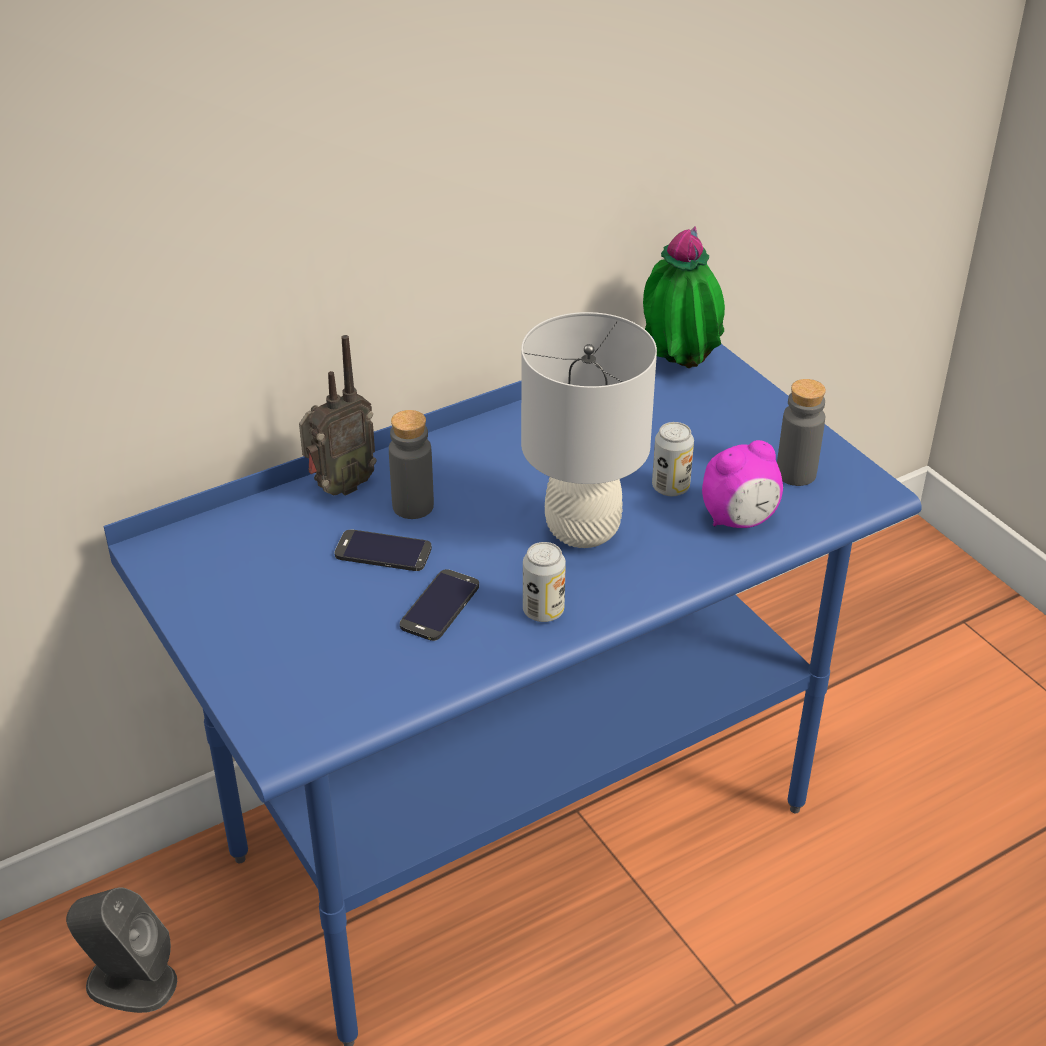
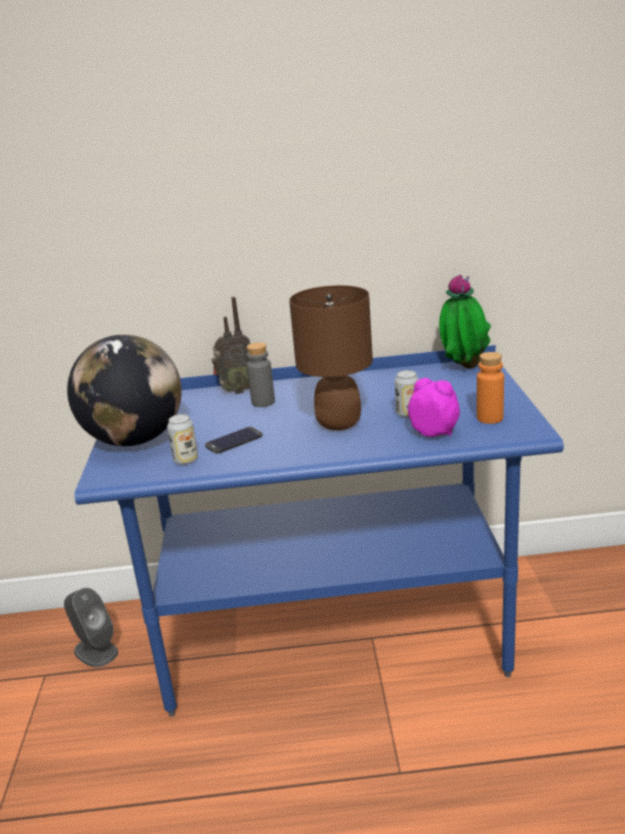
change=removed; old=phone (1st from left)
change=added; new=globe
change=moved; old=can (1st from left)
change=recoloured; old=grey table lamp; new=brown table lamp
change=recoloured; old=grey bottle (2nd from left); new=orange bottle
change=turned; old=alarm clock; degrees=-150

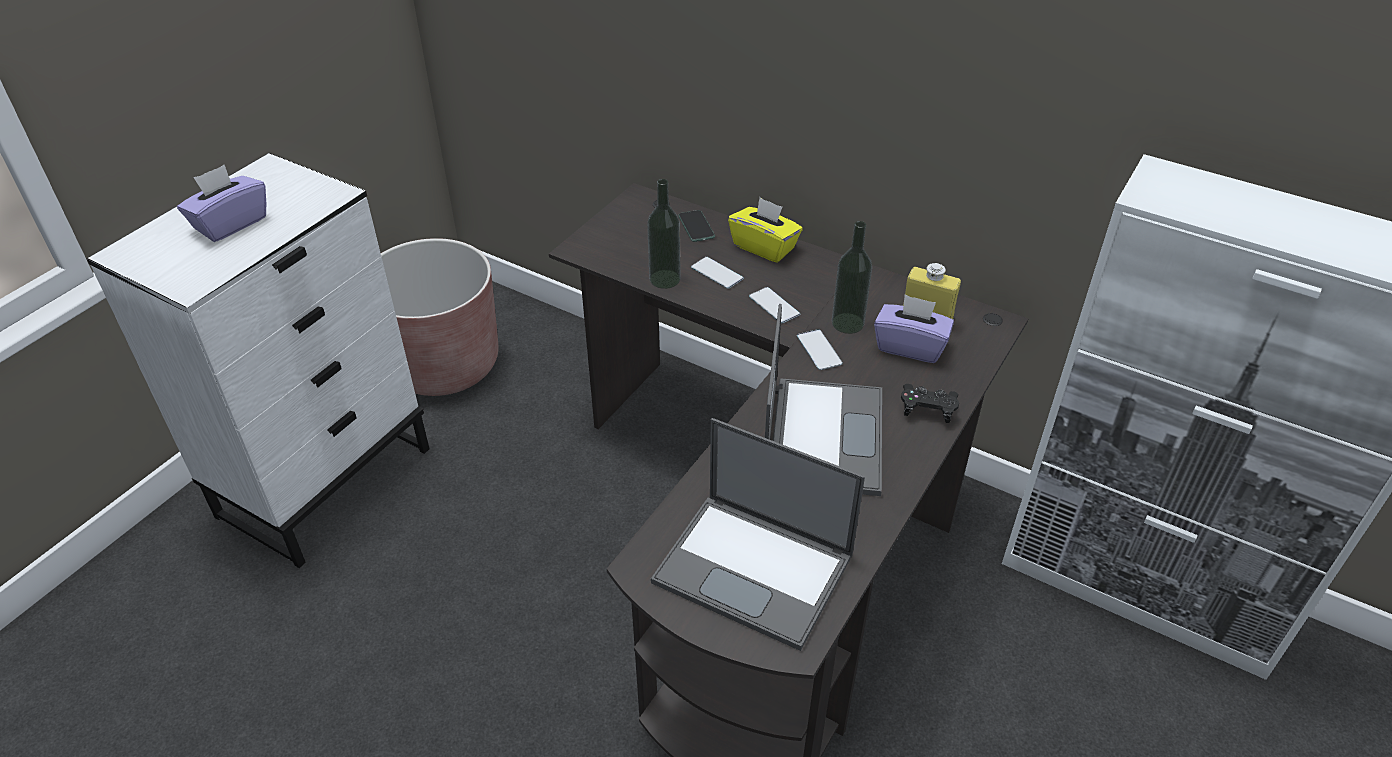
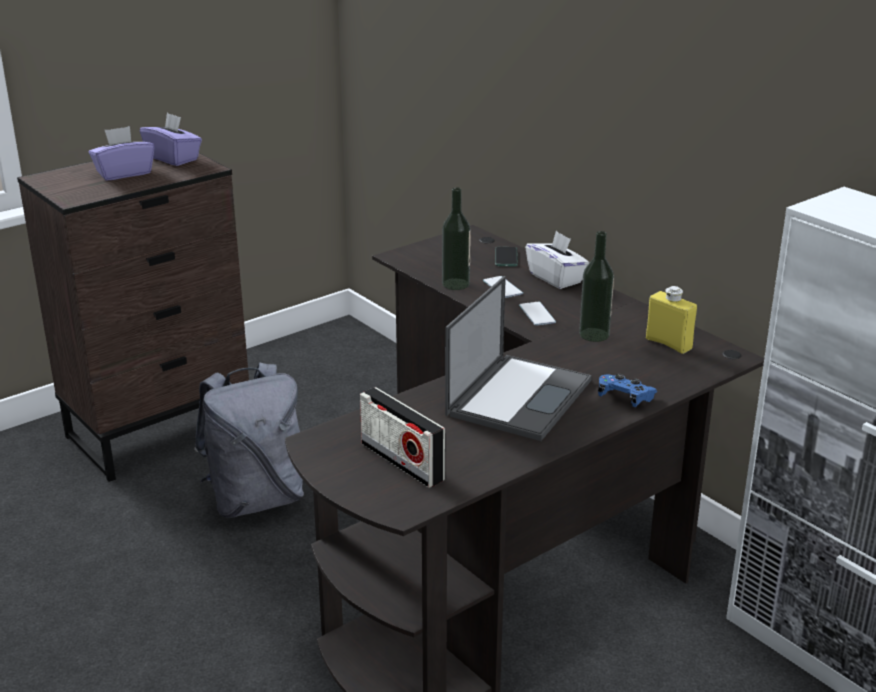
change=removed; old=brown planter
change=removed; old=phone (4th from left)
change=added; new=grey backpack
change=moved; old=purple tissue box (2nd from left)
change=replaced; old=laptop (1st from left); new=radio
change=recoloured; old=white dresser; new=brown dresser
change=recoloured; old=yellow tissue box; new=white tissue box
change=recoloured; old=black game controller; new=blue game controller

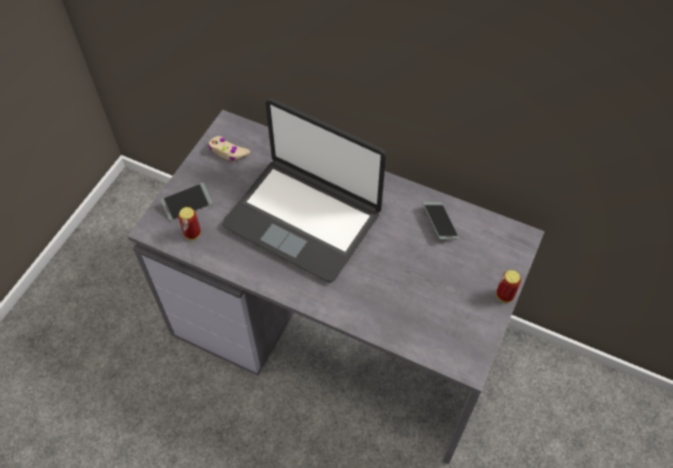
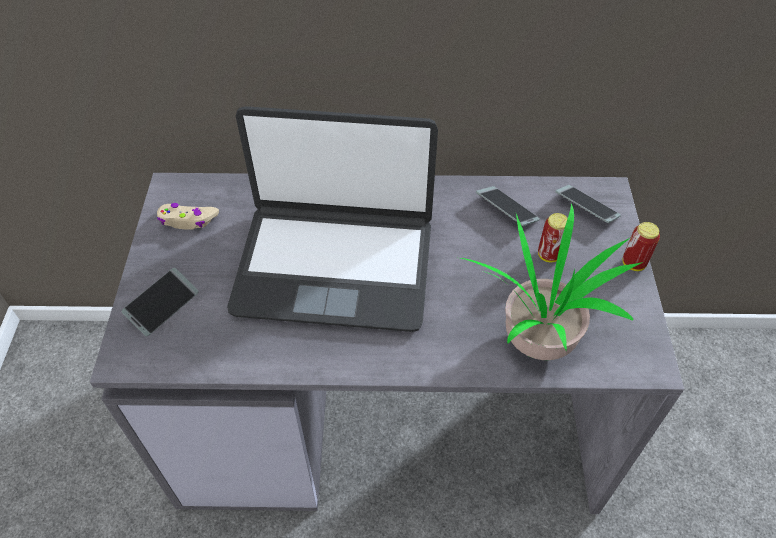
change=added; new=potted plant
change=added; new=phone (3rd from left)
change=moved; old=can (1st from left)

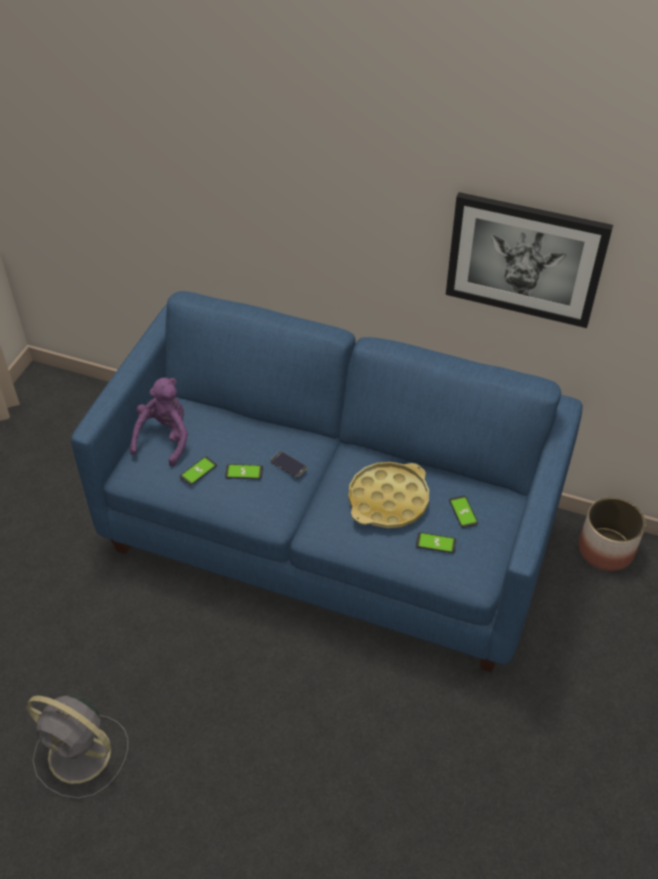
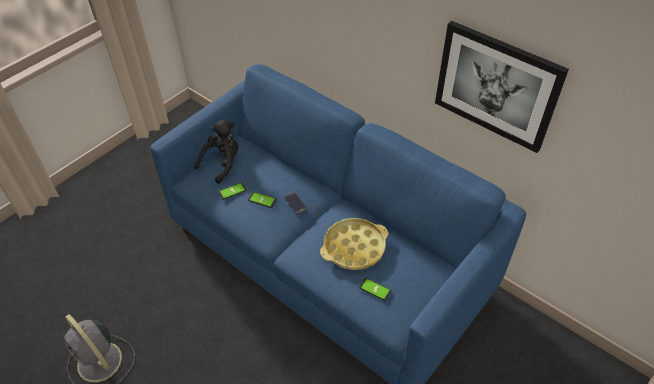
change=removed; old=phone (5th from left)
change=removed; old=planter
change=recoloured; old=purple plush toy; new=black plush toy

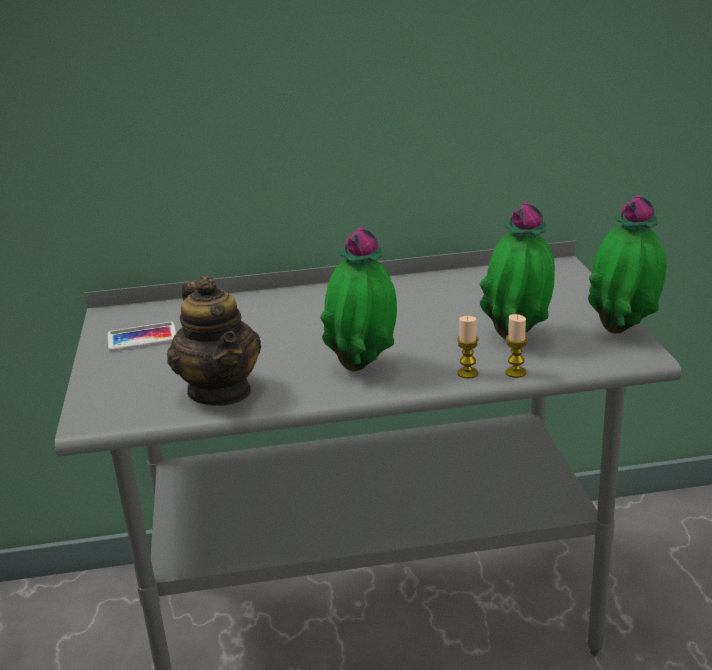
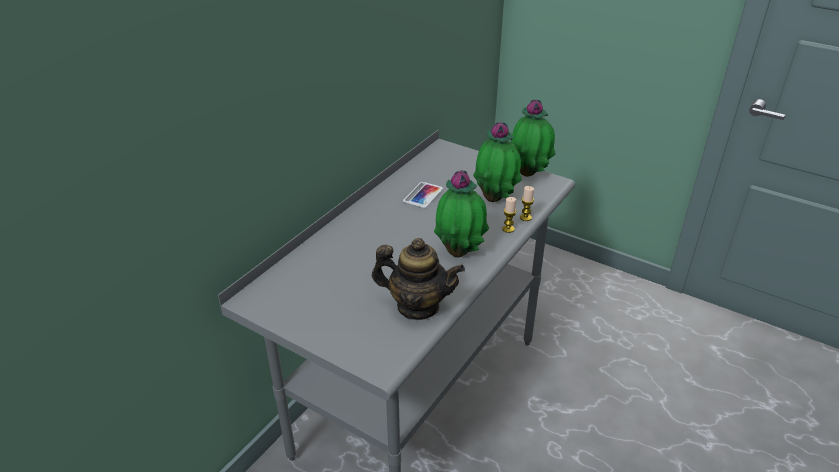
change=moved; old=phone

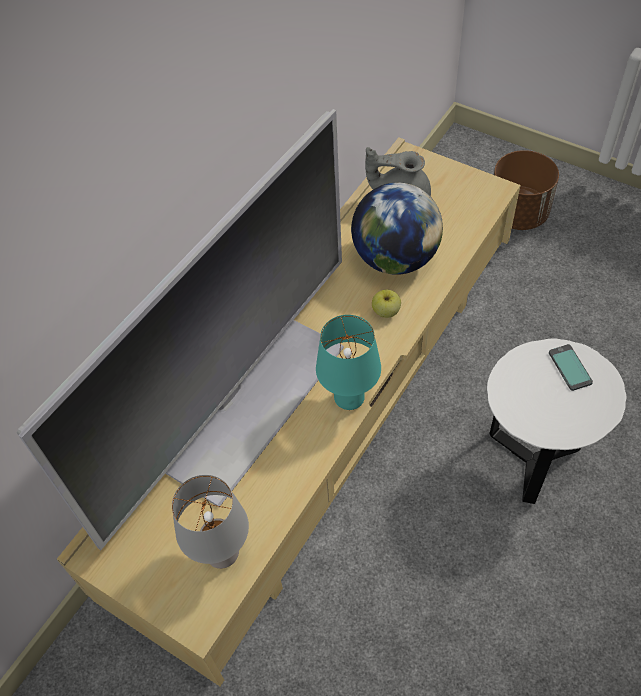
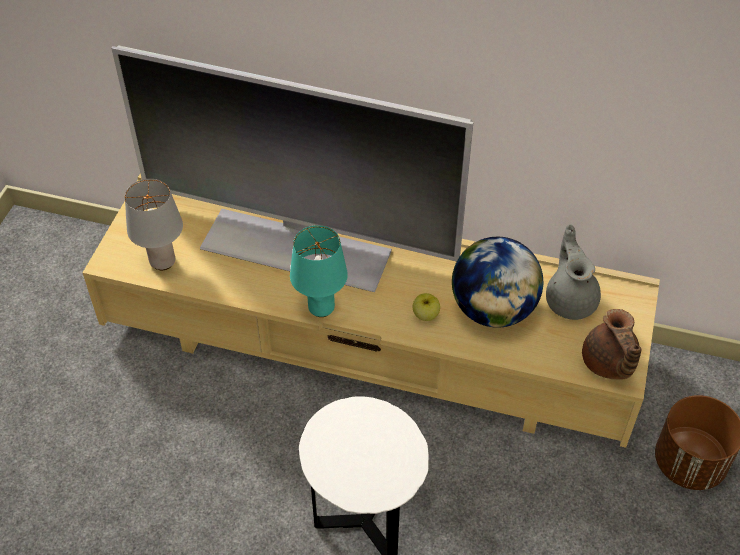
change=removed; old=phone
change=added; new=brown teapot

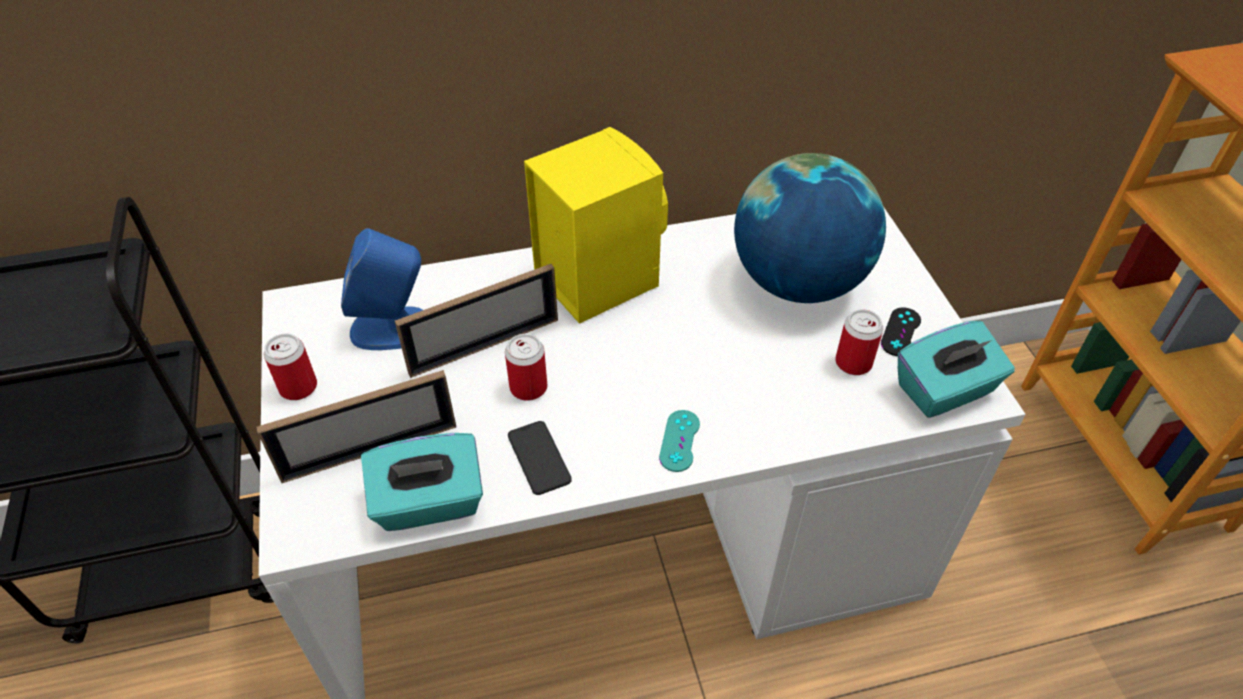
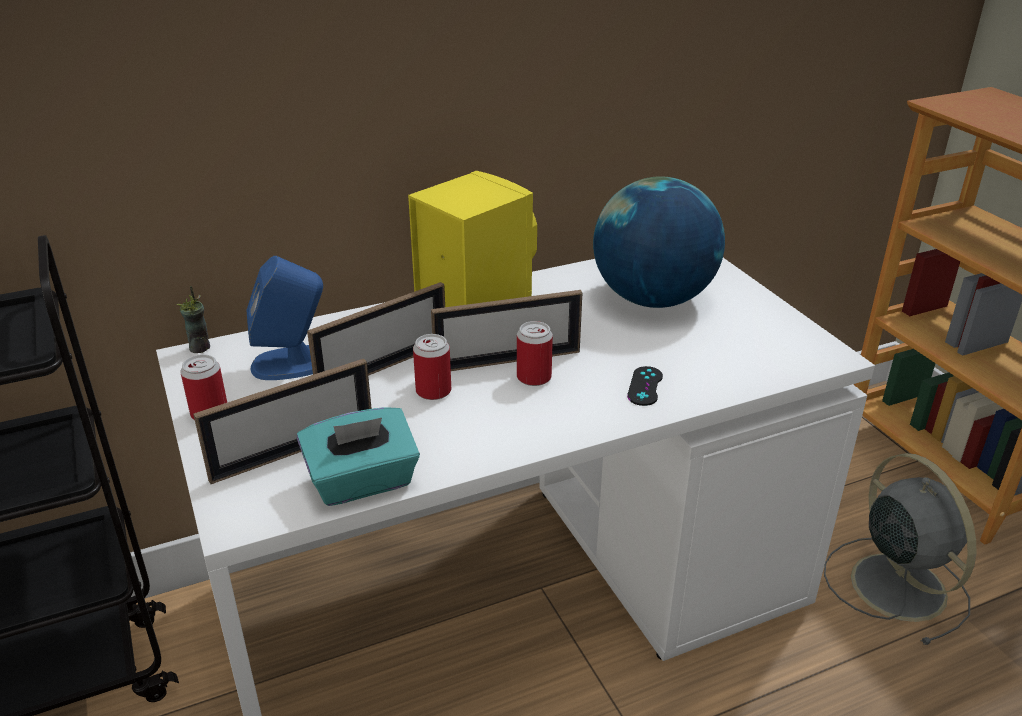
change=removed; old=phone
change=removed; old=turquoise game controller
change=removed; old=turquoise tissue box (2nd from left)
change=added; new=cup
change=added; new=picture frame (3rd from left)
change=added; new=grey fan
change=moved; old=can (3rd from left)
change=moved; old=black game controller

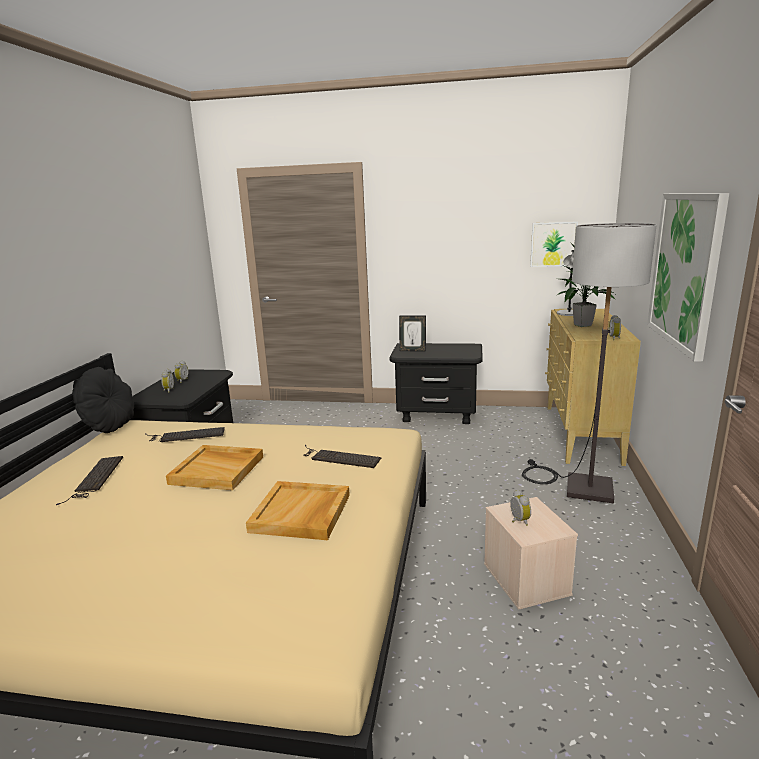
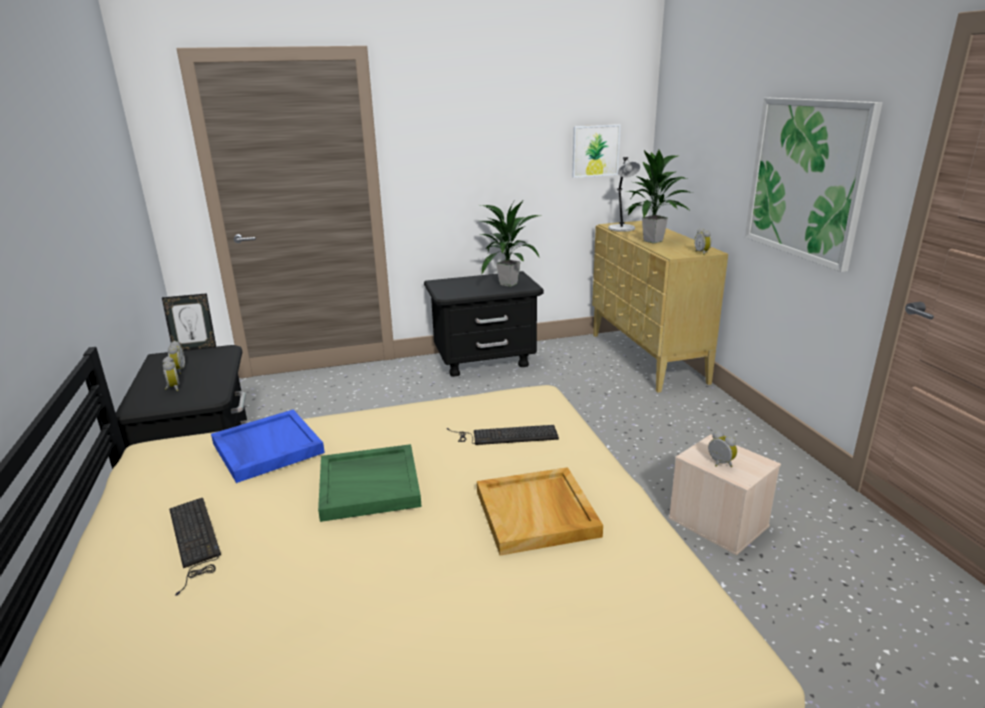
change=removed; old=black pillow
change=removed; old=floor lamp
change=added; new=potted plant (1st from left)
change=moved; old=picture frame
change=replaced; old=keyboard (2nd from left); new=blue tray
change=recoloured; old=beige tray (1st from left); new=green tray

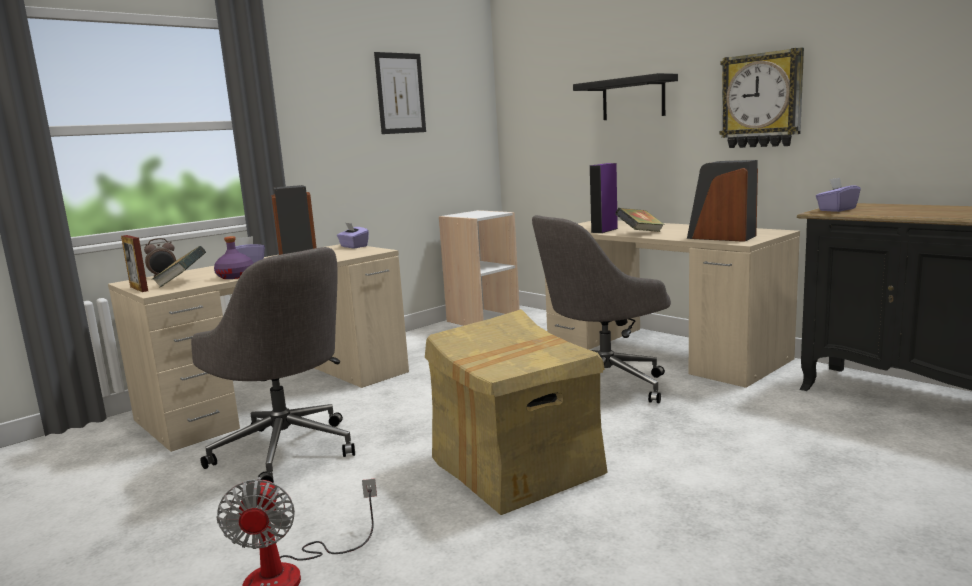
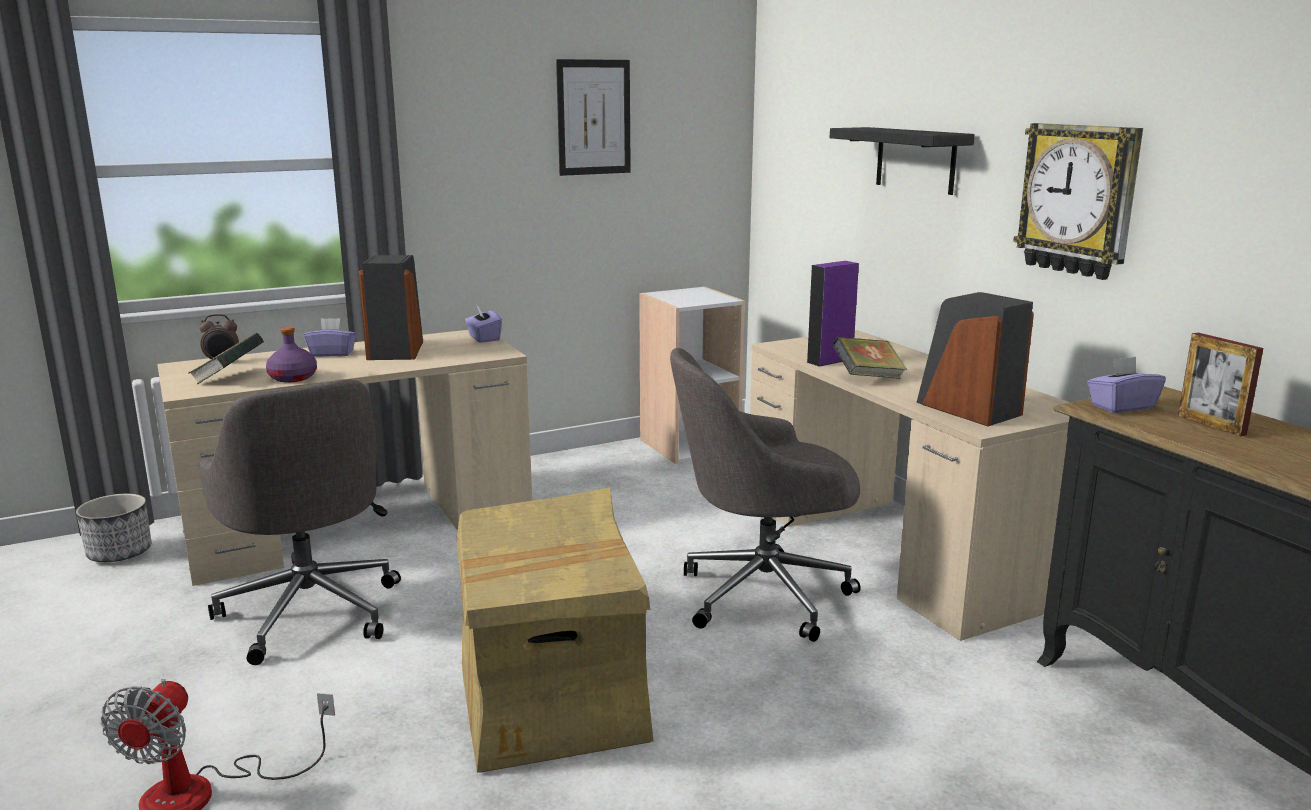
change=added; new=planter
change=moved; old=picture frame

